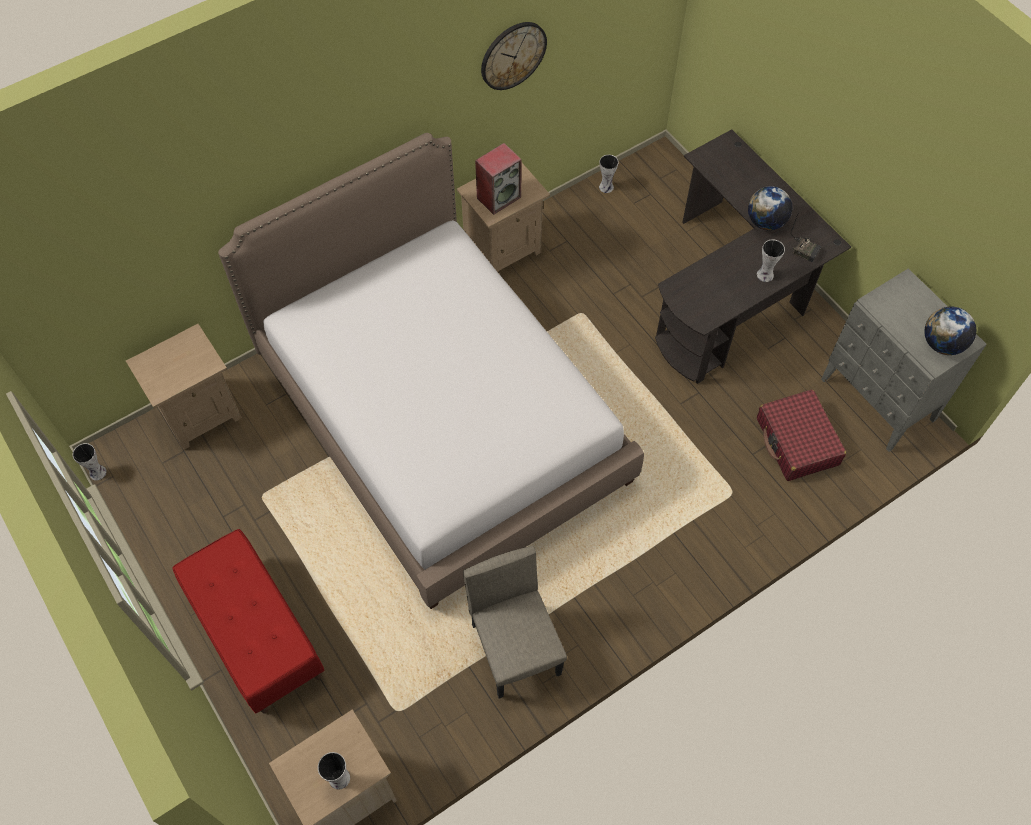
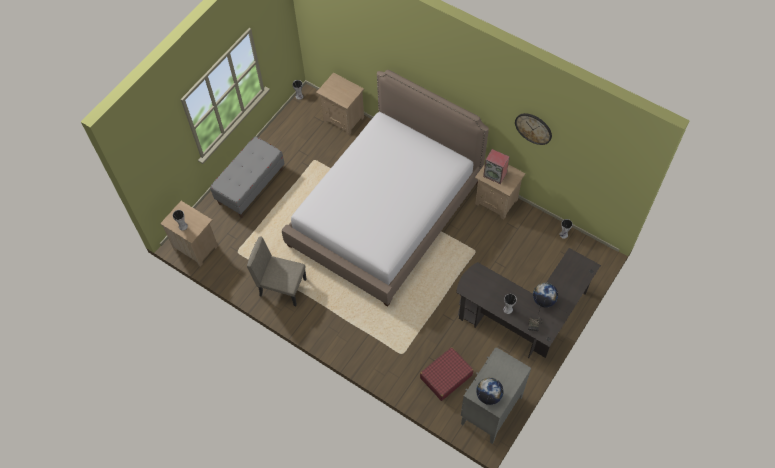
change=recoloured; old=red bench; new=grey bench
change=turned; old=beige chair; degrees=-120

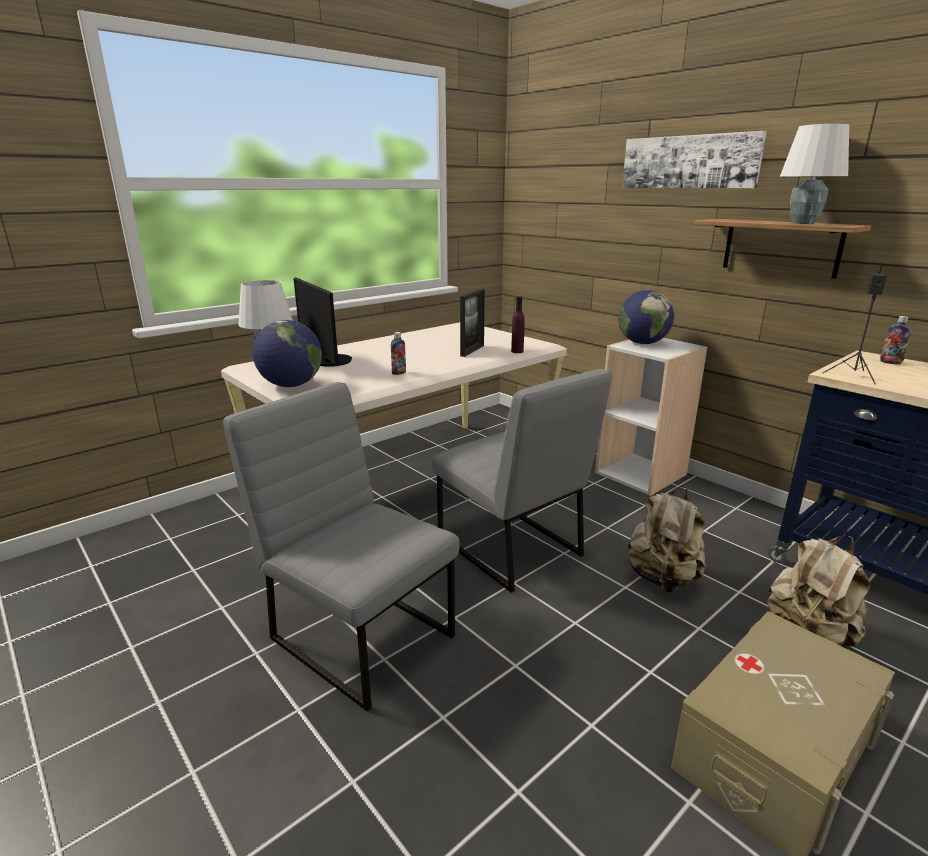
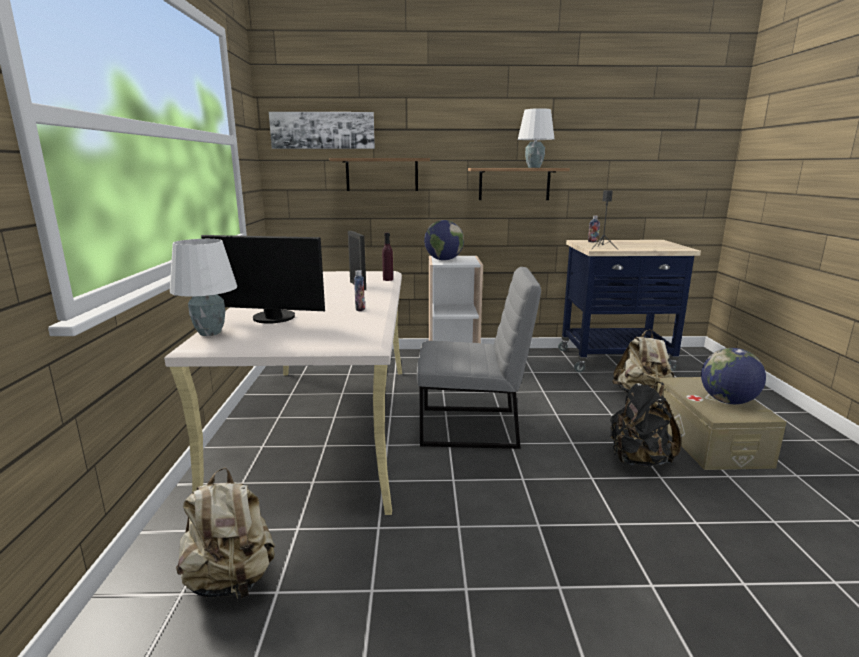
change=removed; old=grey chair (1st from left)
change=added; new=shelf (1st from left)
change=added; new=black backpack
change=moved; old=globe (1st from left in the first image); new=globe (2nd from left)
change=moved; old=picture
change=moved; old=beige backpack (1st from left)

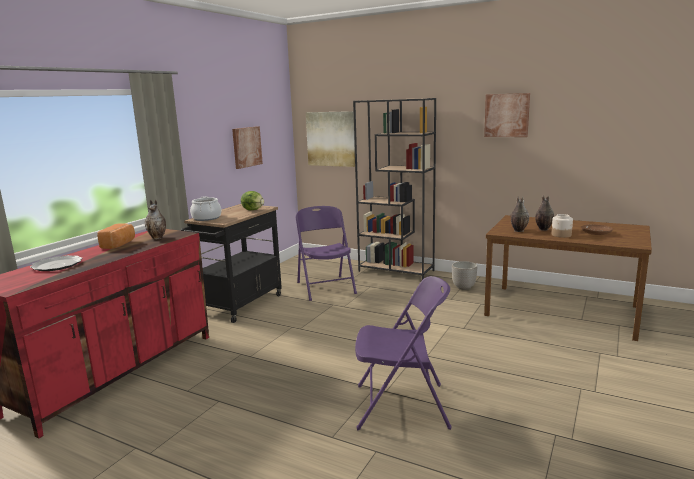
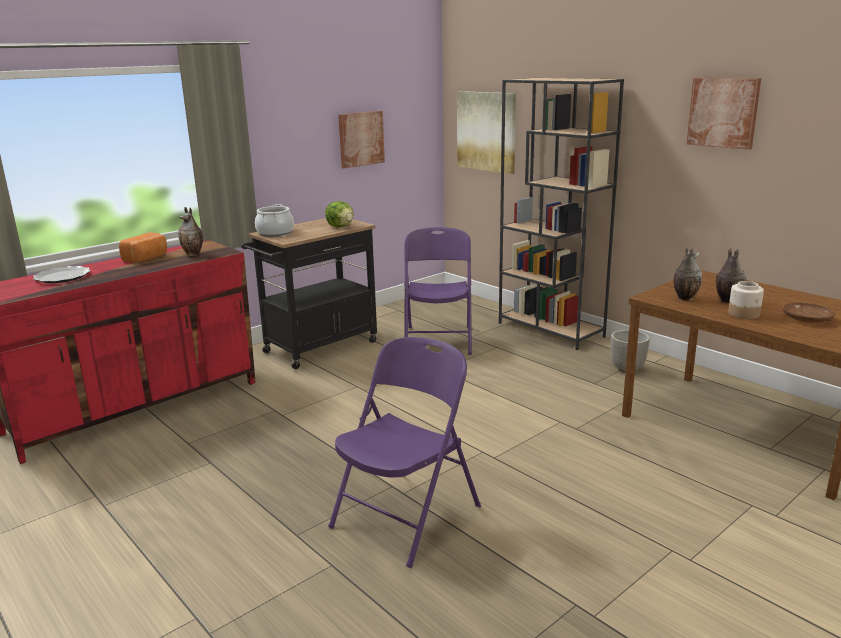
change=turned; old=purple chair (2nd from left in the first image); degrees=-75

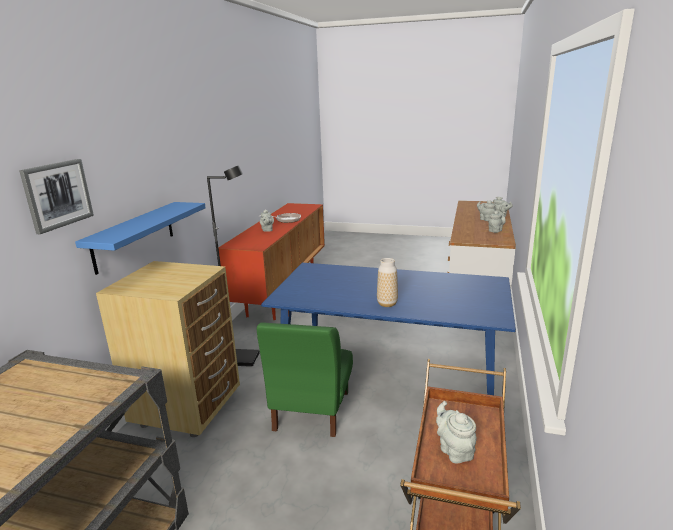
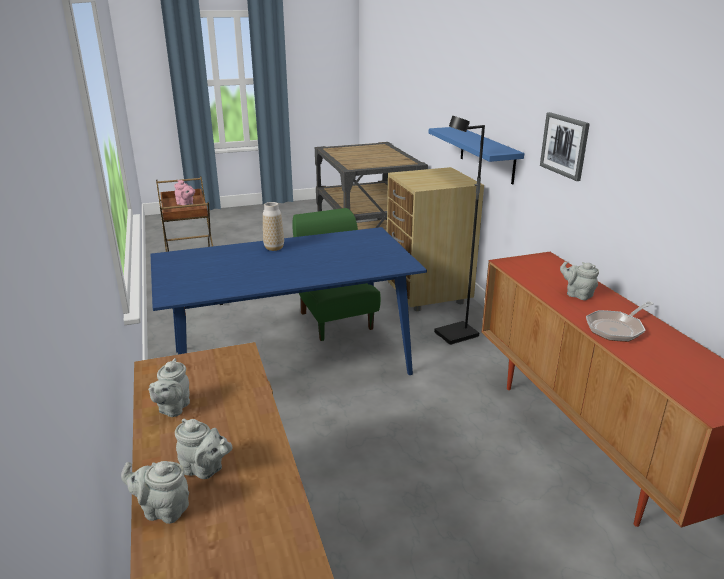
change=moved; old=picture
change=recoloured; old=grey teapot (2nd from left); new=pink teapot

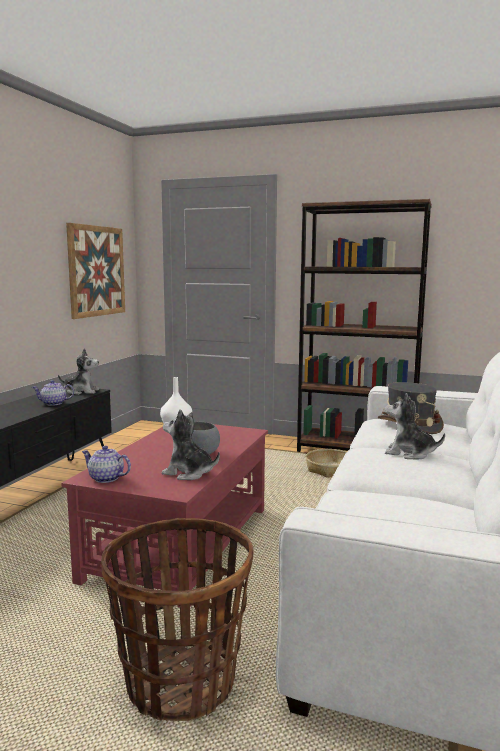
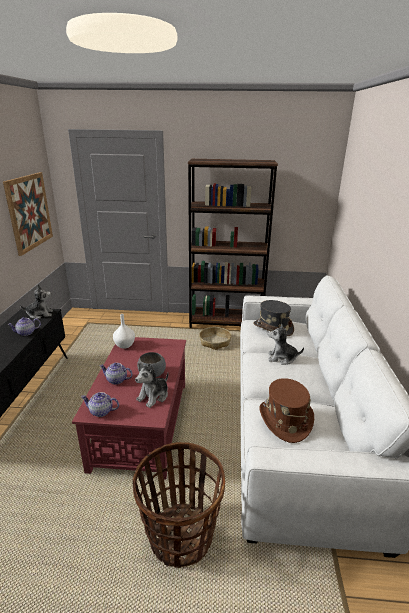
change=added; new=teapot (3rd from left)
change=added; new=brown hat
change=turned; old=plush toy (2nd from left); degrees=-60

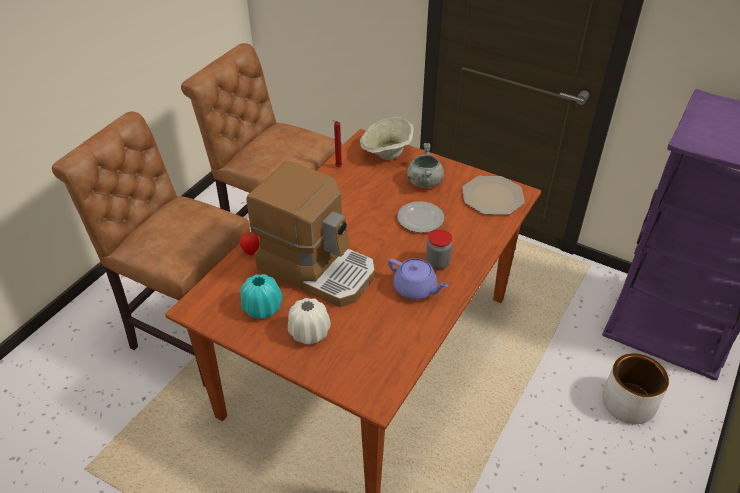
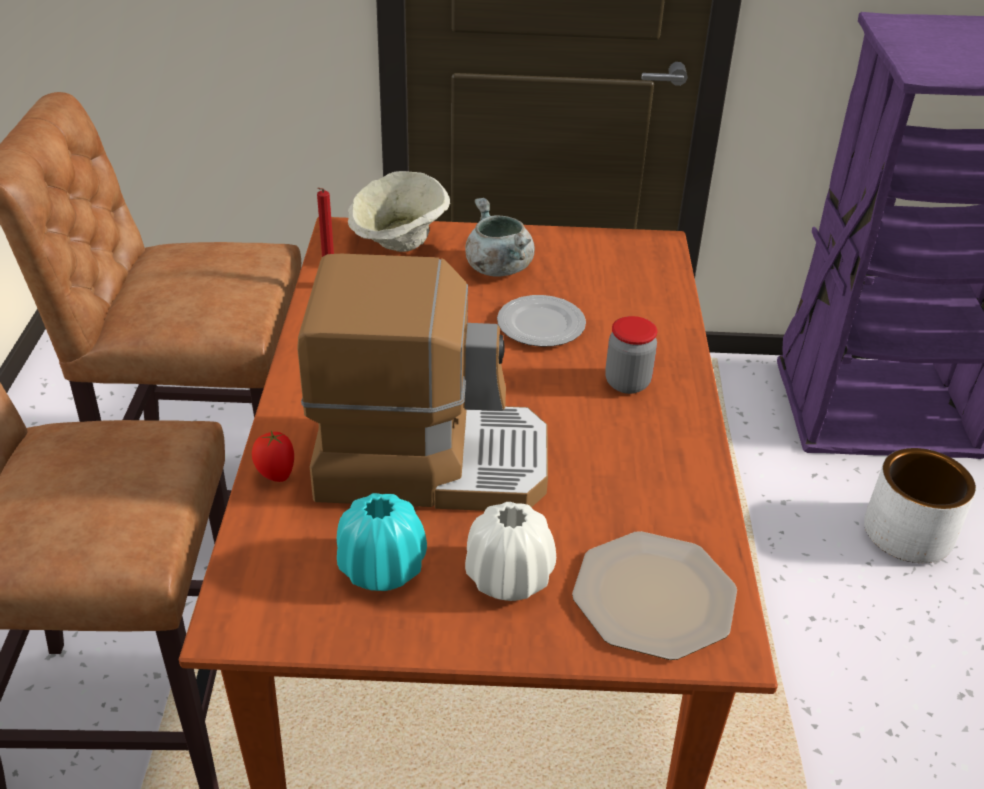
change=removed; old=purple teapot
change=moved; old=plate (2nd from left)

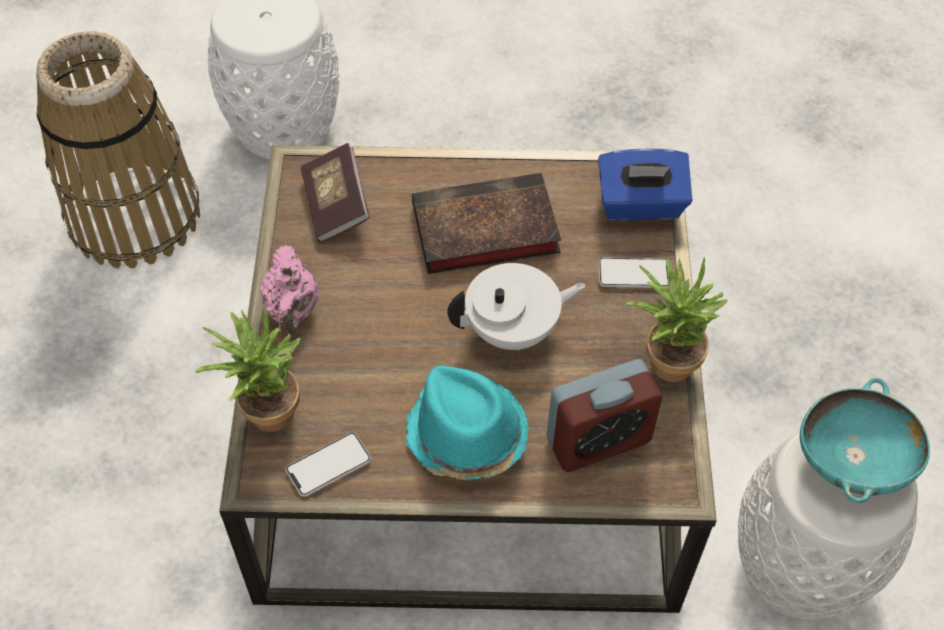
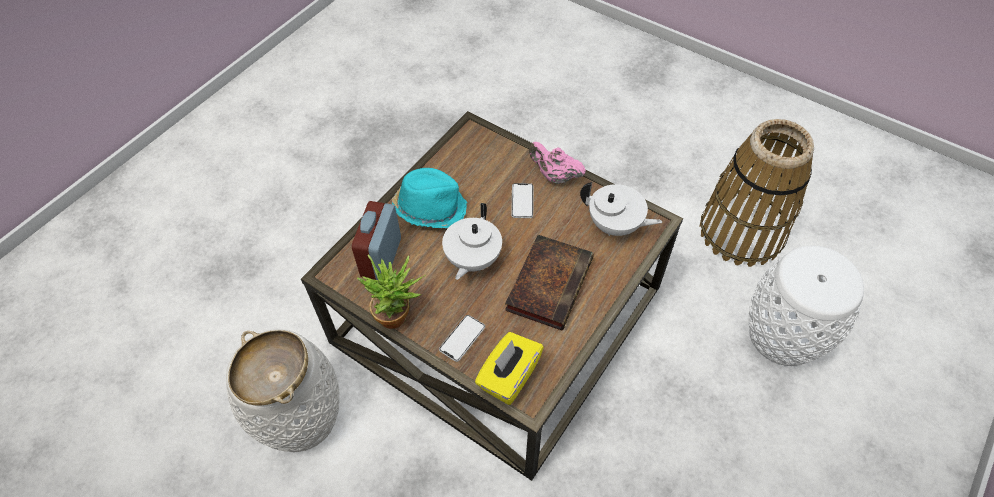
change=removed; old=potted plant (1st from left)
change=moved; old=phone (1st from left in the first image); new=phone (2nd from left)
change=replaced; old=book (1st from left); new=white teapot (2nd from left)
change=recoloured; old=blue tissue box; new=yellow tissue box
change=recoloured; old=turquoise bowl; new=beige bowl

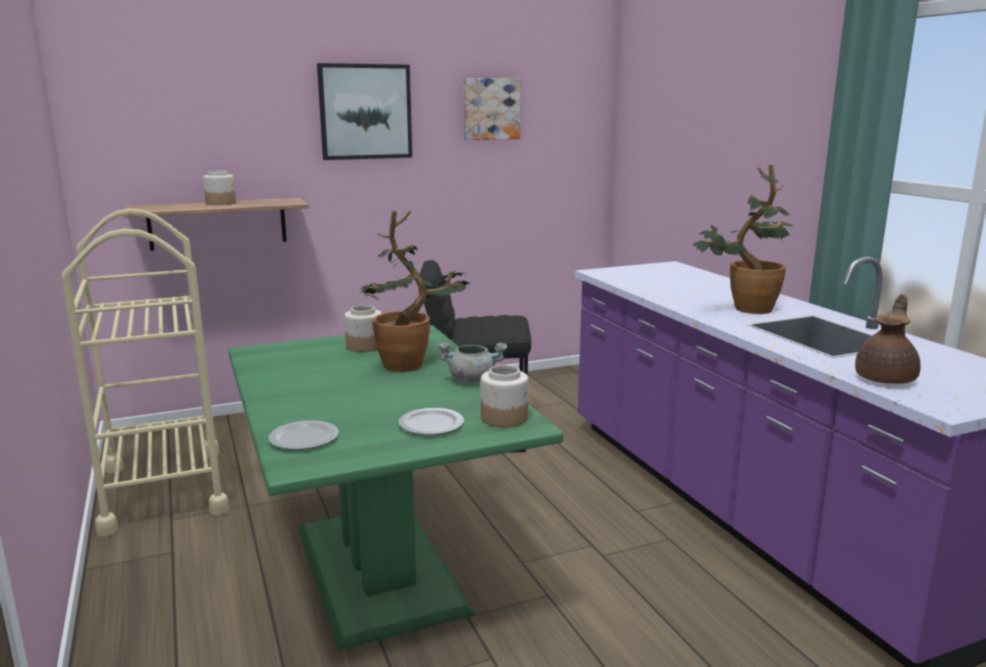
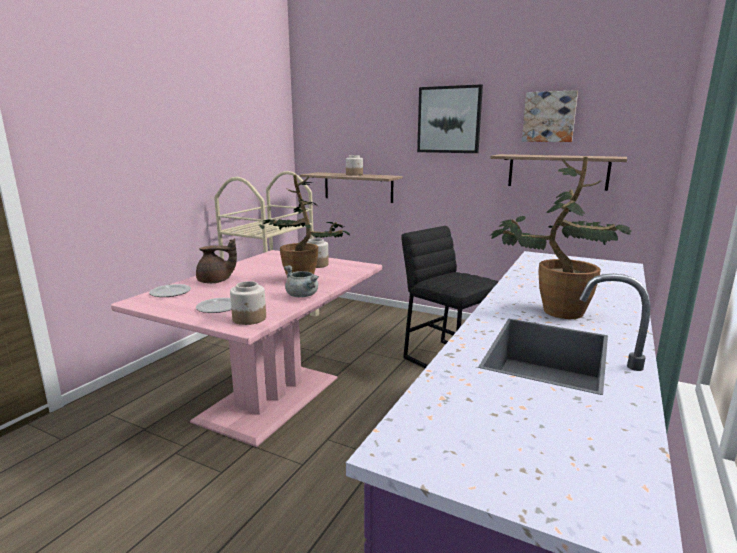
change=added; new=shelf (2nd from left)
change=moved; old=brown teapot
change=recoloured; old=green dining table; new=pink dining table

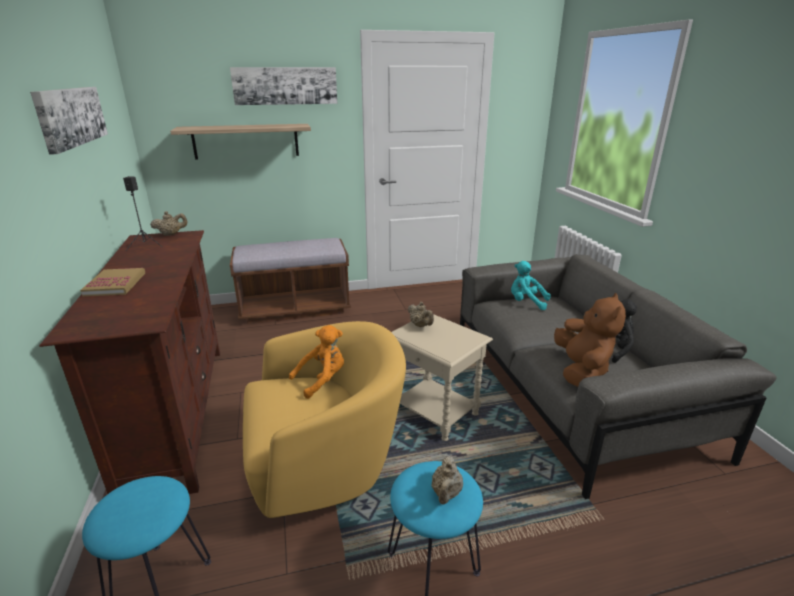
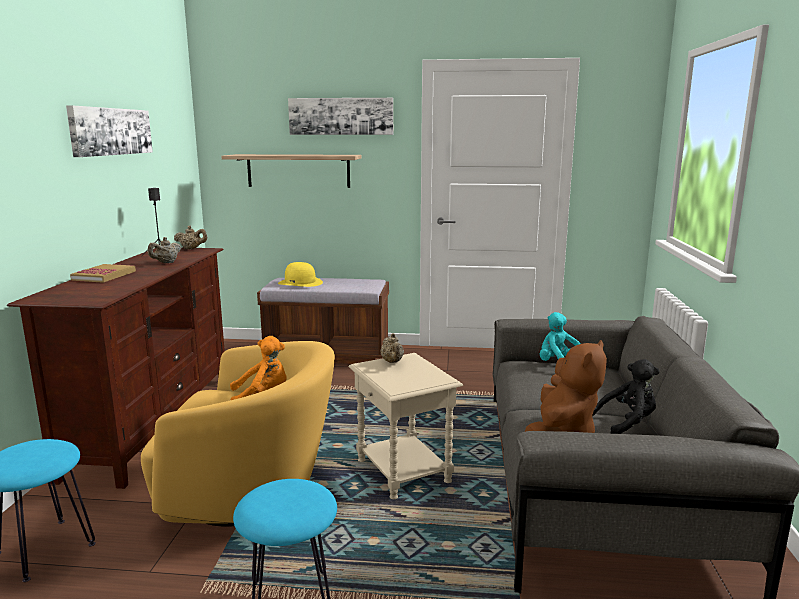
change=added; new=yellow hat
change=moved; old=beige teapot (3rd from left in the first image); new=beige teapot (1st from left)

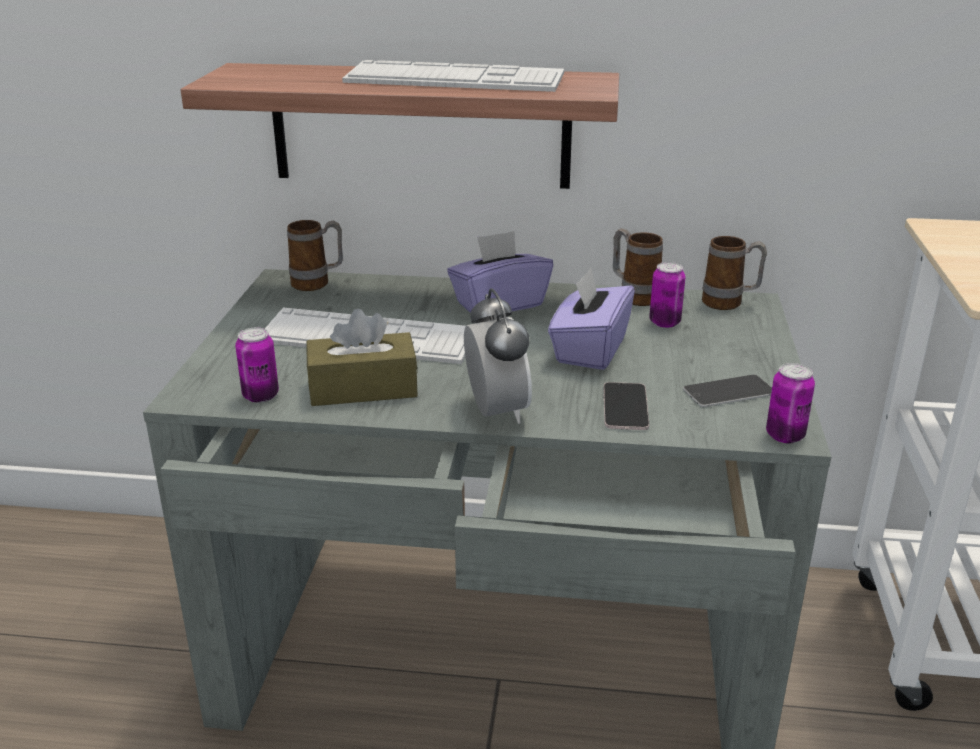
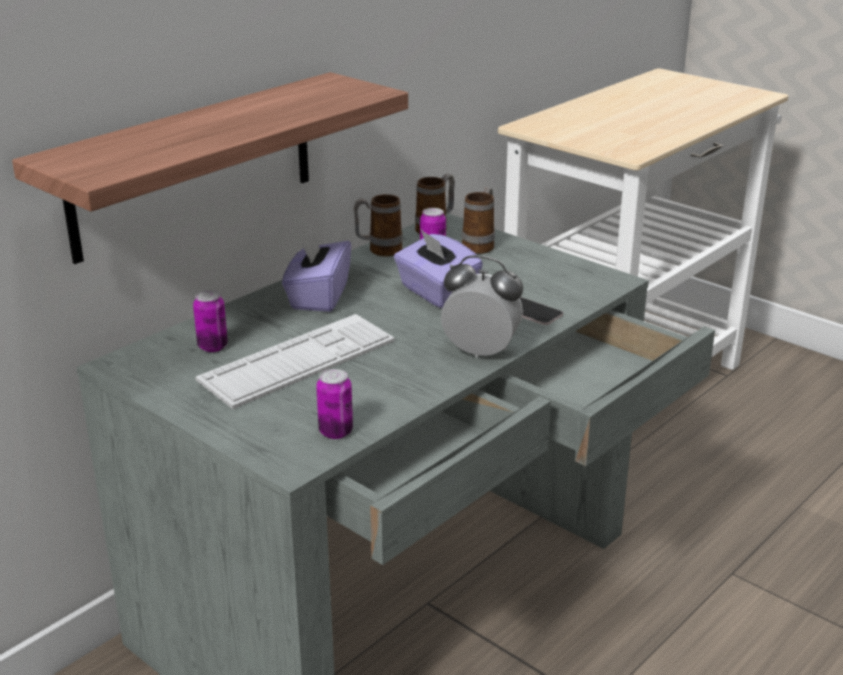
change=removed; old=brown tissue box
change=removed; old=keyboard (2nd from left)
change=removed; old=phone (2nd from left)
change=moved; old=mug (1st from left in the first image); new=mug (3rd from left)
change=moved; old=can (3rd from left in the first image); new=can (1st from left)

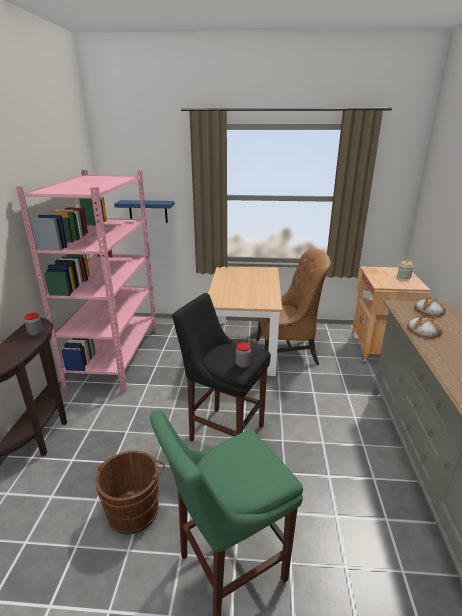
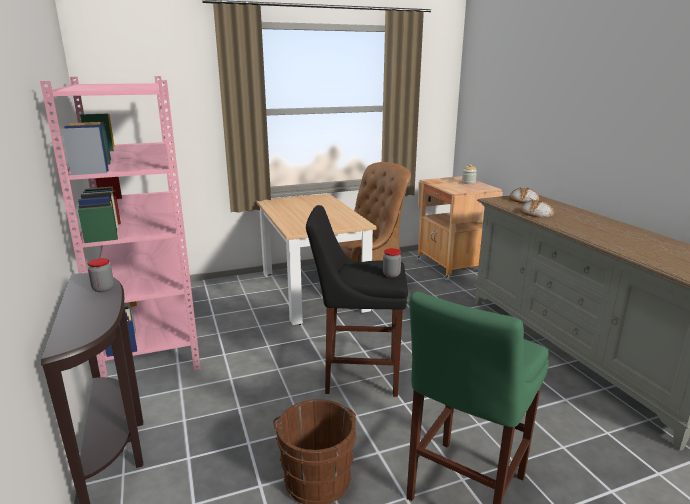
change=removed; old=blue shelf

